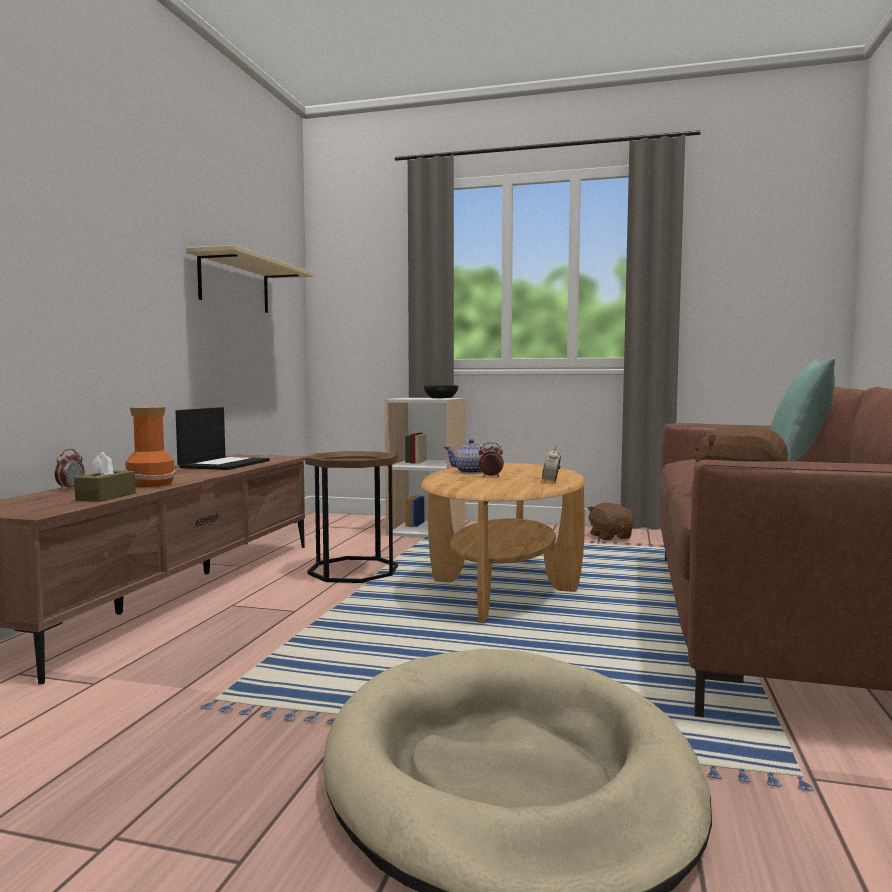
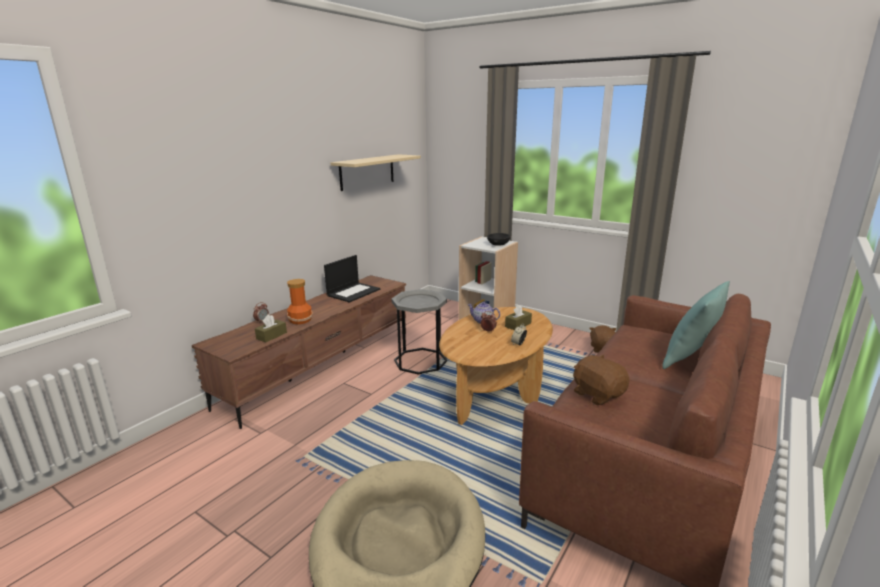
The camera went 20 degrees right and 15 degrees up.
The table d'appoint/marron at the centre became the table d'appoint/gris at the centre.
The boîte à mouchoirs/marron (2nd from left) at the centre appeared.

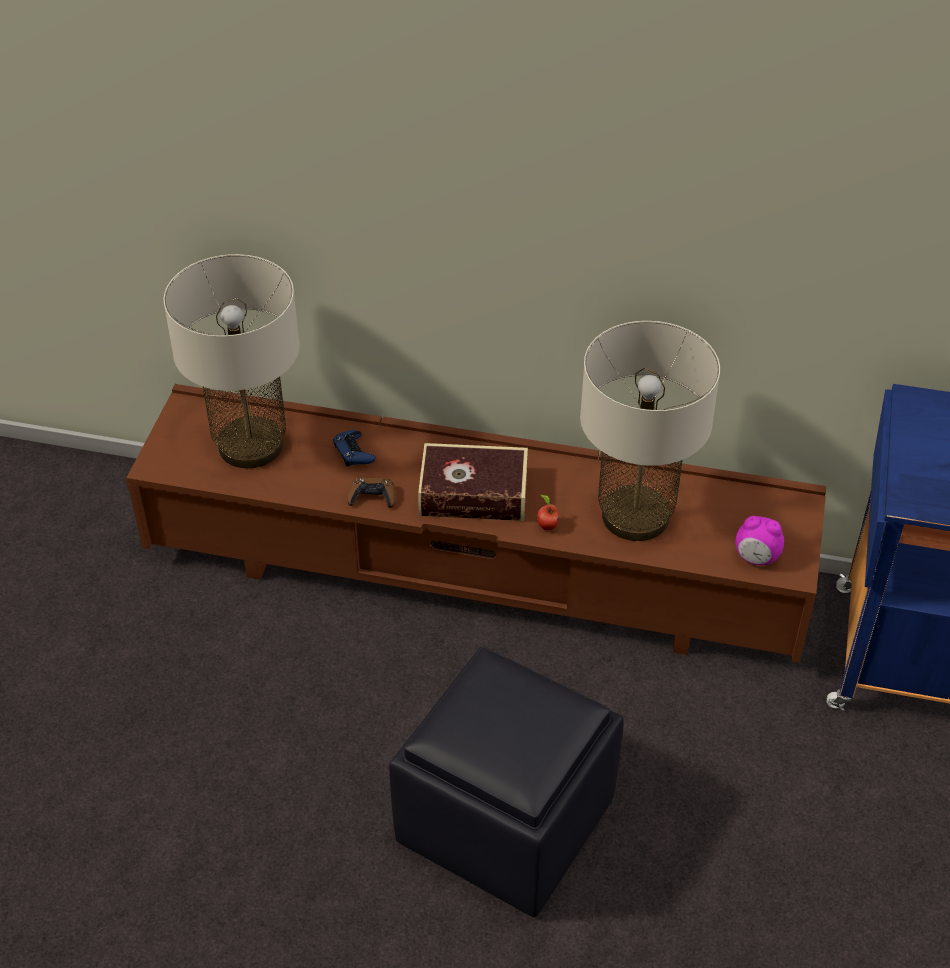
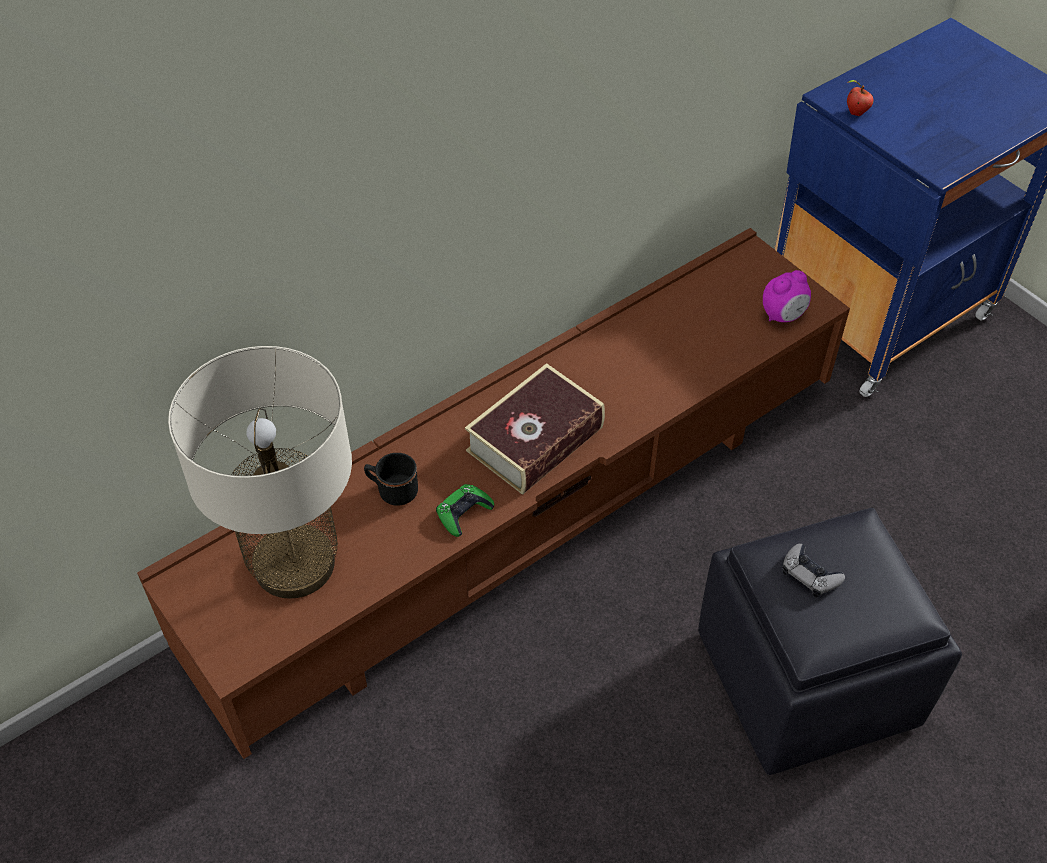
The camera went 50 degrees left and 5 degrees up.
The manette/bleu at the centre was replaced by the mug/noir at the centre.
The manette/marron at the centre became the manette/vert at the centre.
The pomme moved from the centre to the top right.
The lampe de table (2nd from left) at the middle right disappeared.
The manette/gris at the middle right appeared.

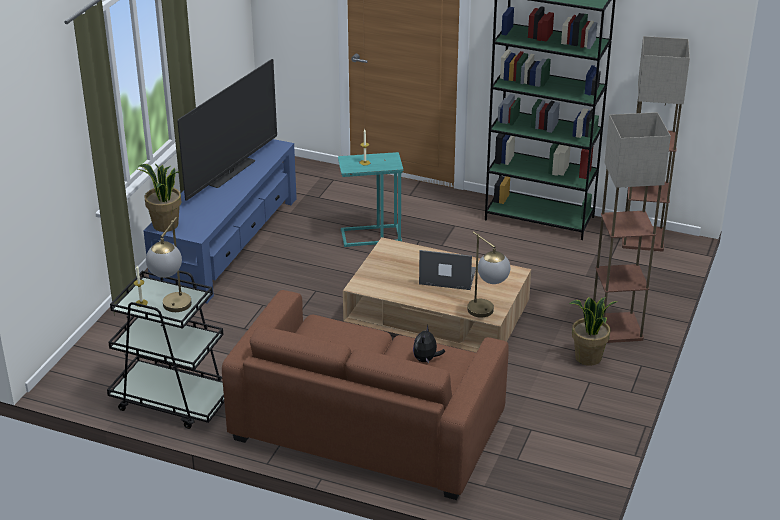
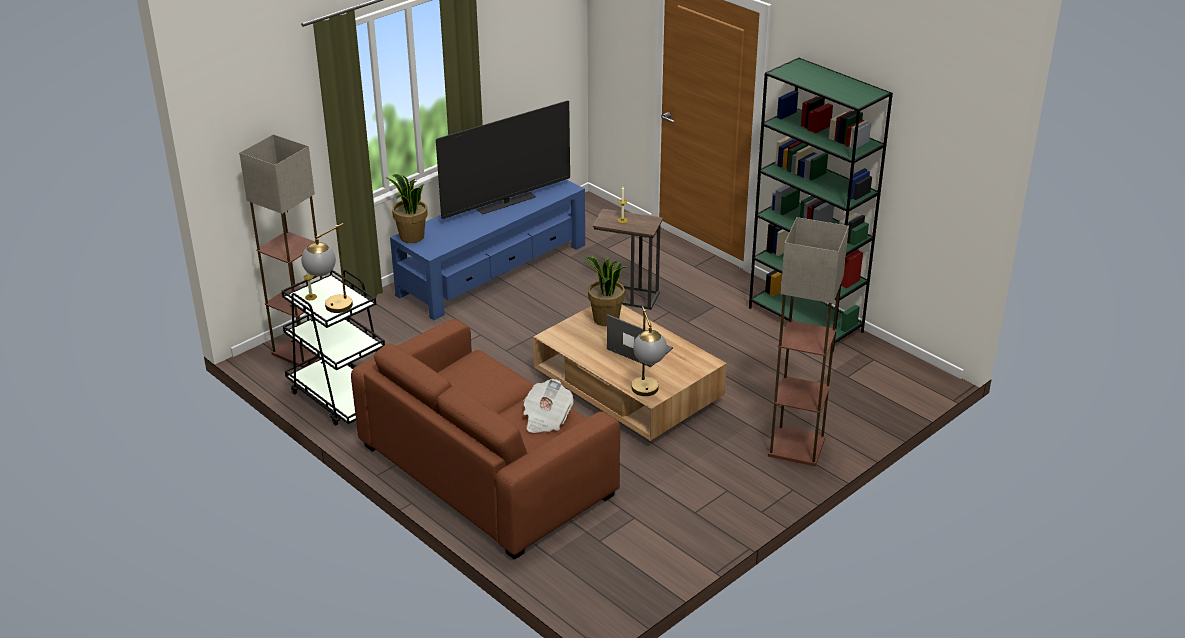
The camera went 25 degrees right and 0 degrees up.
The table d'appoint/turquoise at the centre became the table d'appoint/marron at the centre.
The peluche at the centre was replaced by the journal at the centre.
The plante en pot (2nd from left) moved from the middle right to the centre.
The lampadaire (2nd from left in the first image) moved from the top right to the middle left.

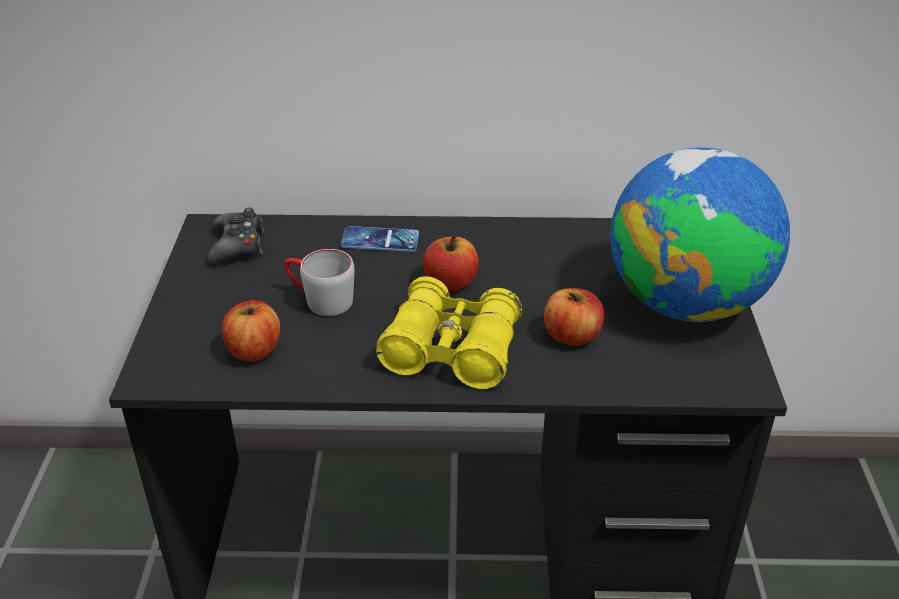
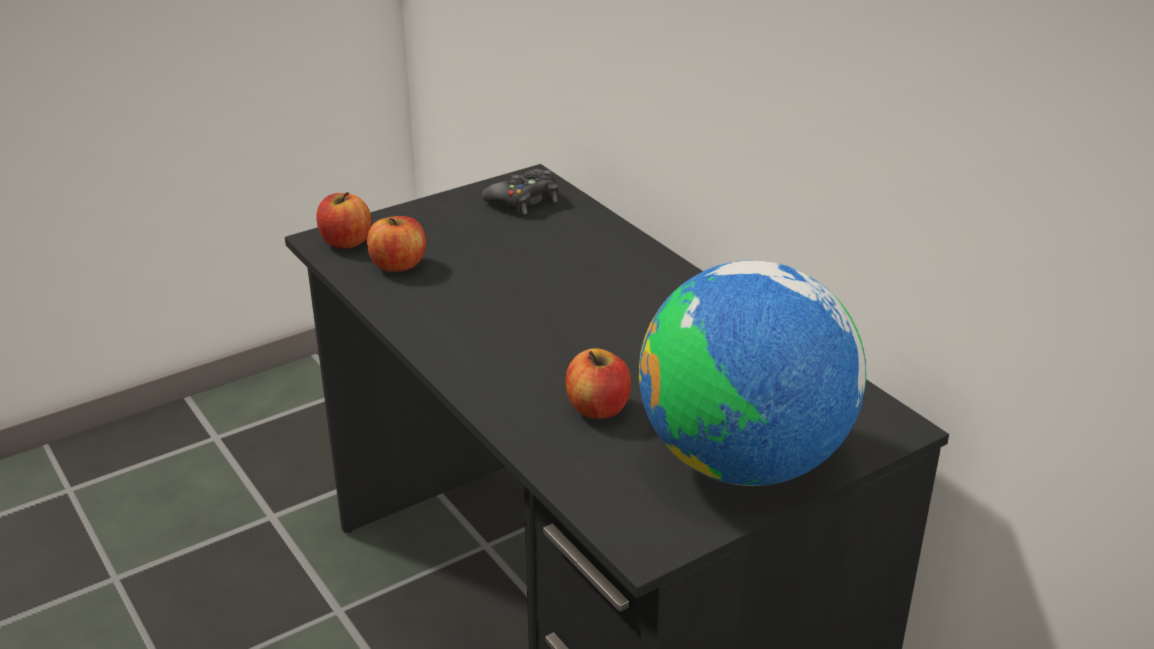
The camera went 55 degrees right and 5 degrees down.
The mug/gris at the centre disappeared.
The téléphone at the centre disappeared.
The jumelles/jaune at the centre disappeared.
The pomme (2nd from left in the first image) moved from the centre to the middle left.

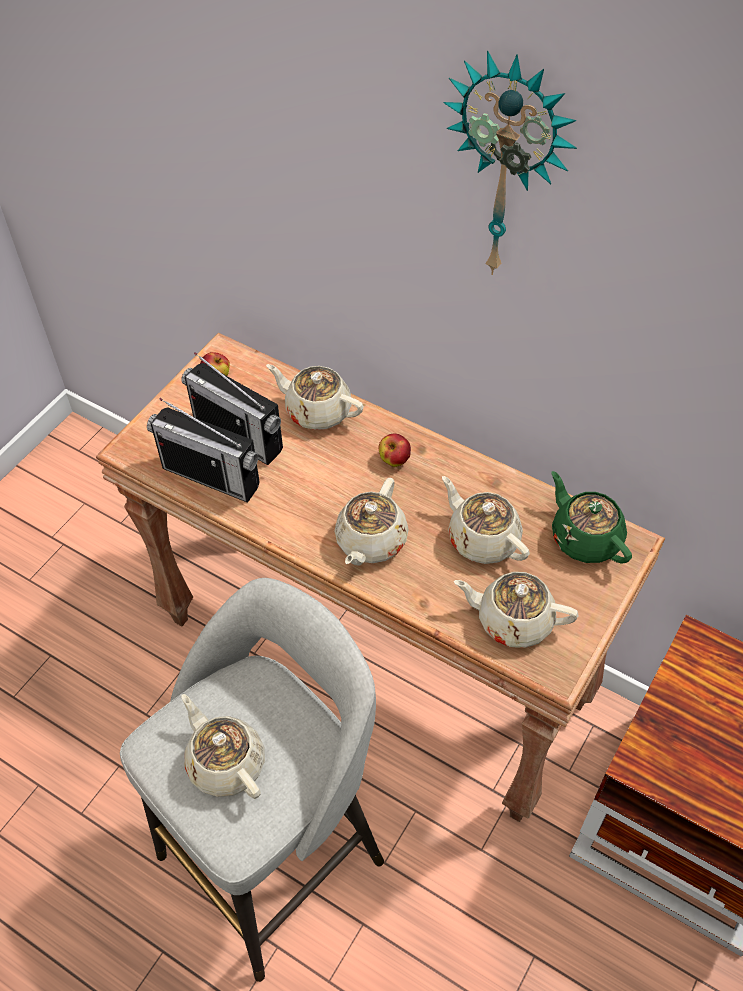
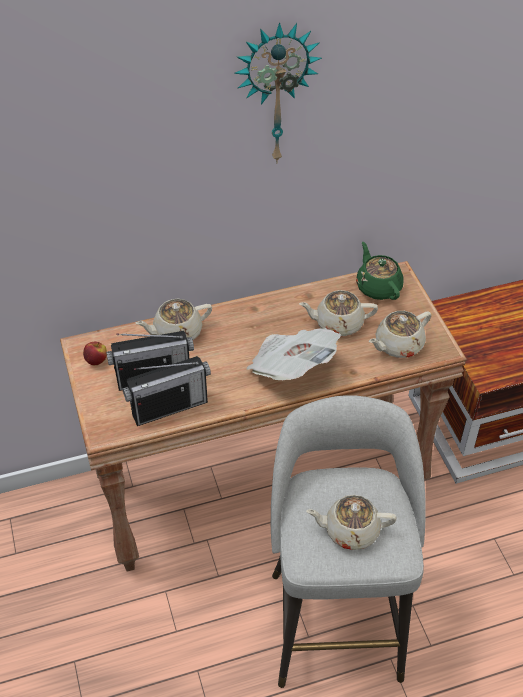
The camera went 50 degrees left and 5 degrees down.
The théière/beige (3rd from left) at the centre was replaced by the journal at the centre.
The pomme (2nd from left) at the centre disappeared.
The théière/vert at the middle right turned 60 degrees clockwise.

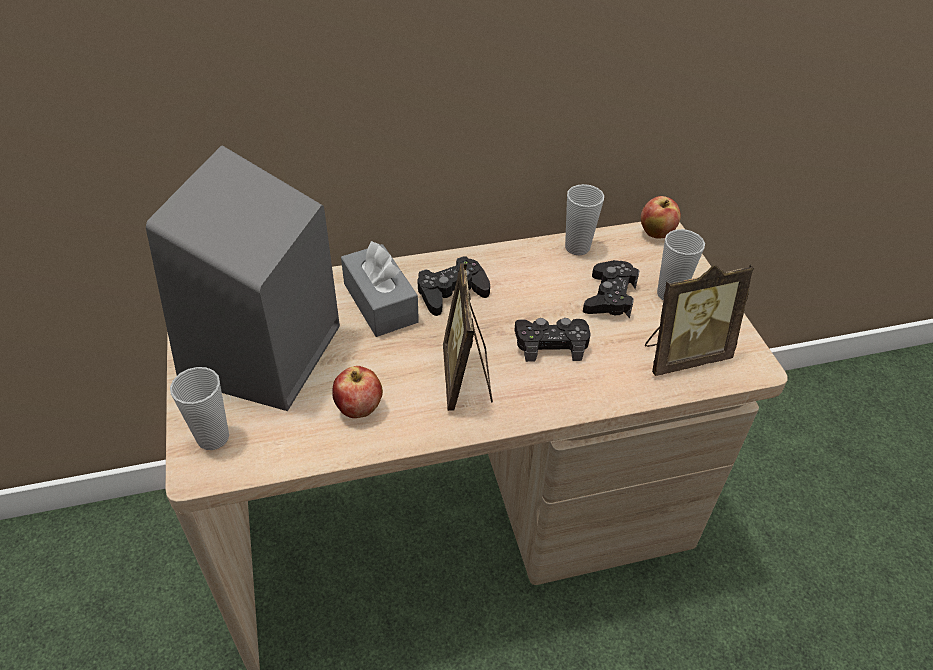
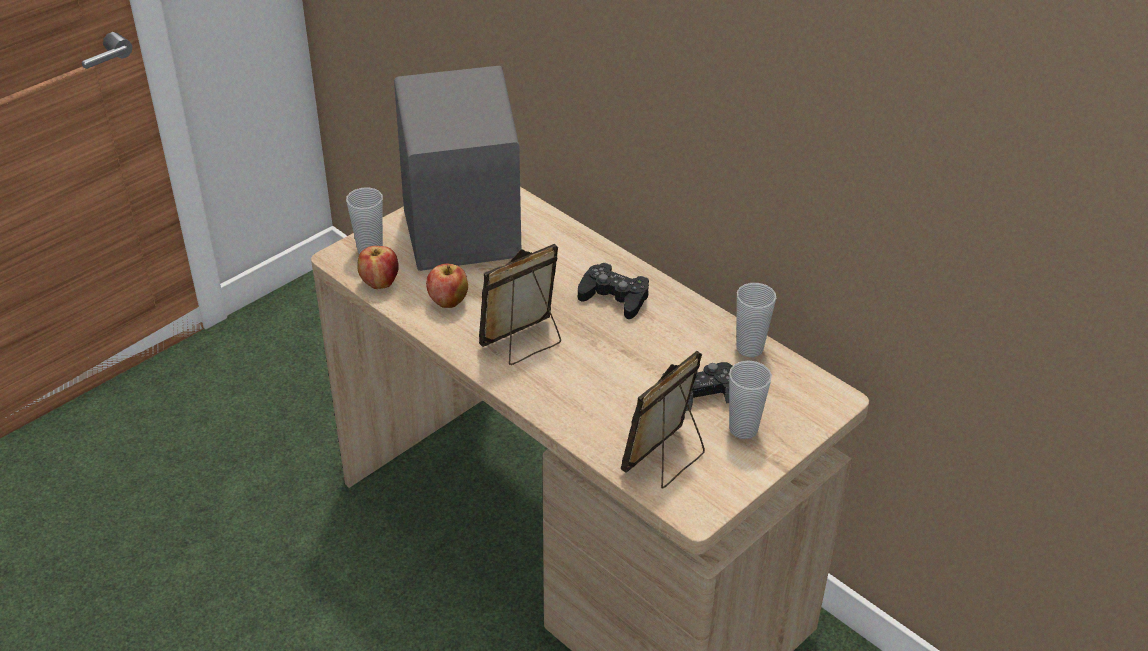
The camera went 60 degrees right and 5 degrees down.
The boîte à mouchoirs/gris at the centre disappeared.
The manette/noir (2nd from left) at the centre disappeared.
The pomme (2nd from left in the first image) moved from the top right to the middle left.
The cadre photo (2nd from left) at the middle right turned 90 degrees clockwise.

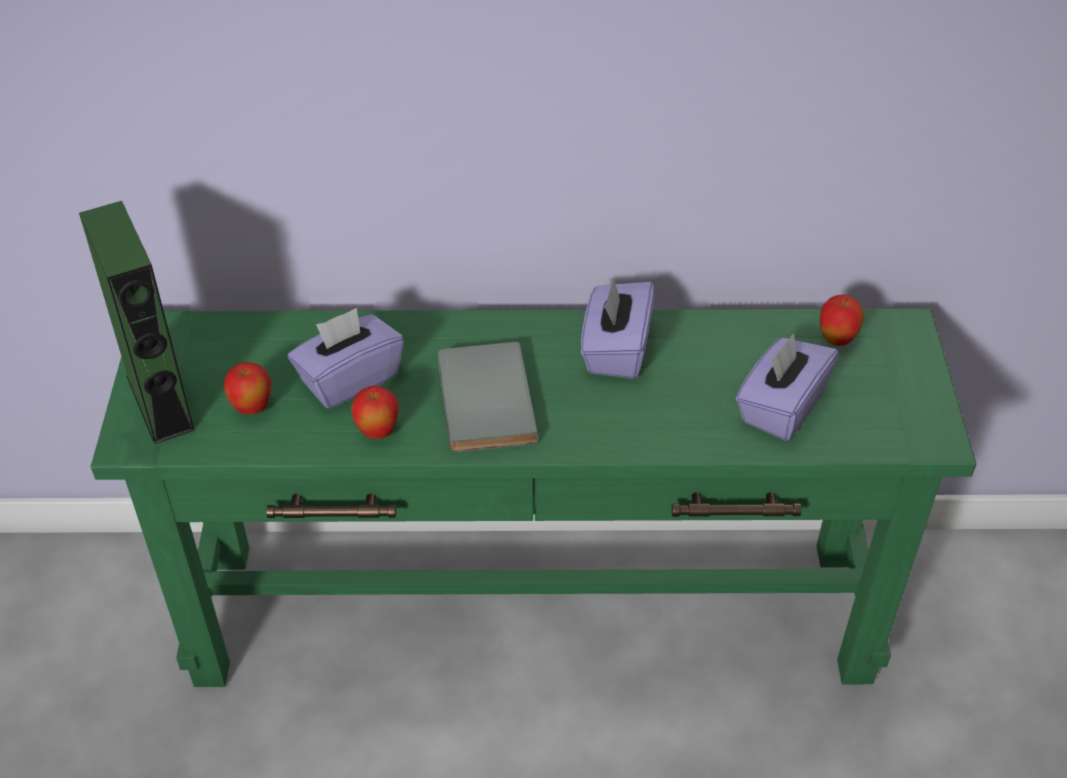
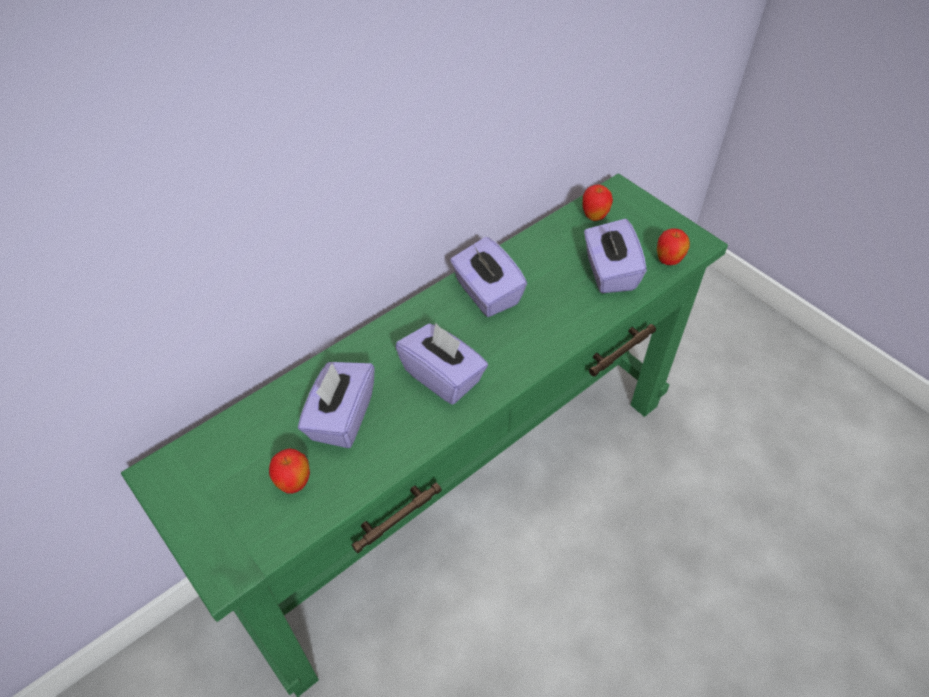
The camera went 40 degrees left and 5 degrees up.
The enceinte/vert at the middle left disappeared.
The pomme (2nd from left in the first image) moved from the centre to the middle right.
The livre/gris at the centre was replaced by the boîte à mouchoirs/violet (2nd from left) at the centre.

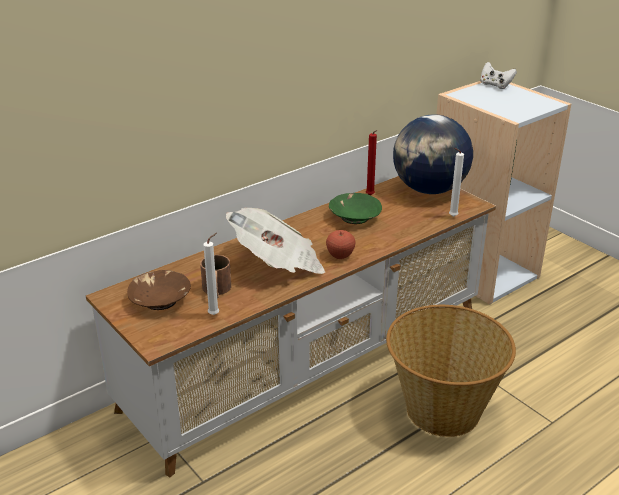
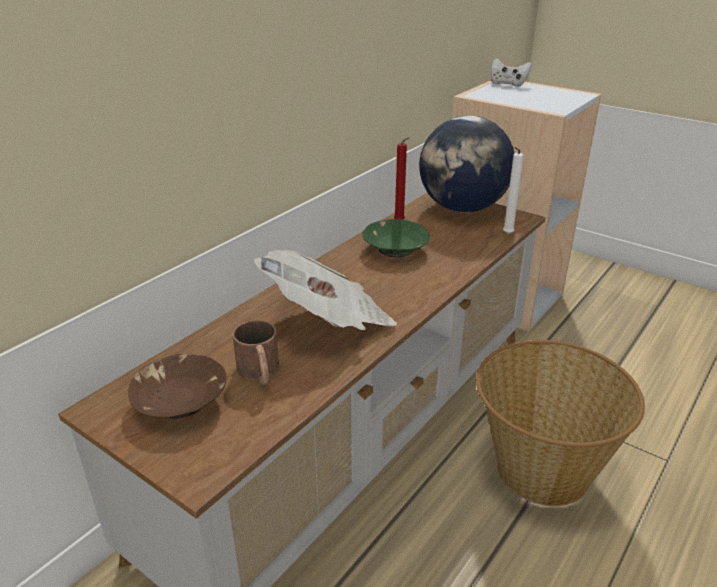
The camera went 15 degrees left and 0 degrees up.
The bougie/blanc (1st from left) at the centre disappeared.
The pomme at the centre disappeared.

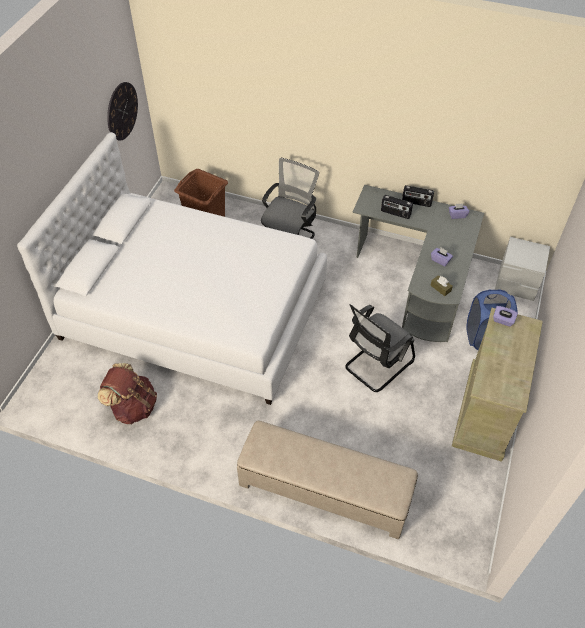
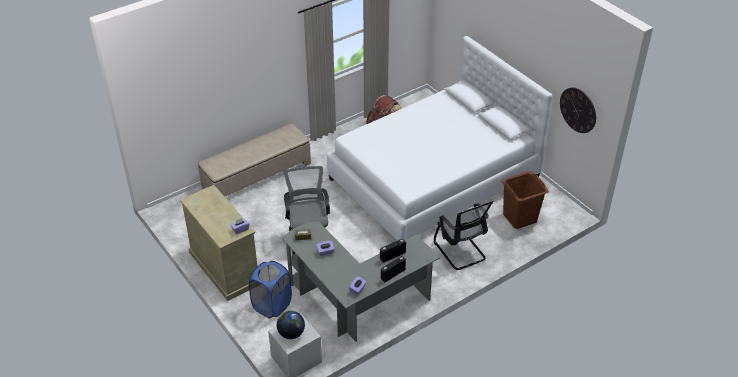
The camera went 125 degrees right and 10 degrees down.
The globe at the bottom centre appeared.

